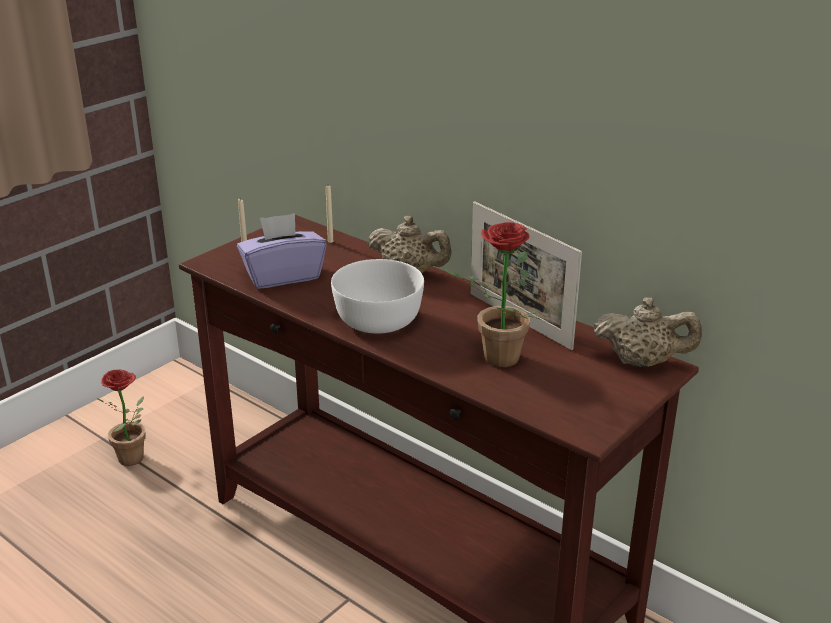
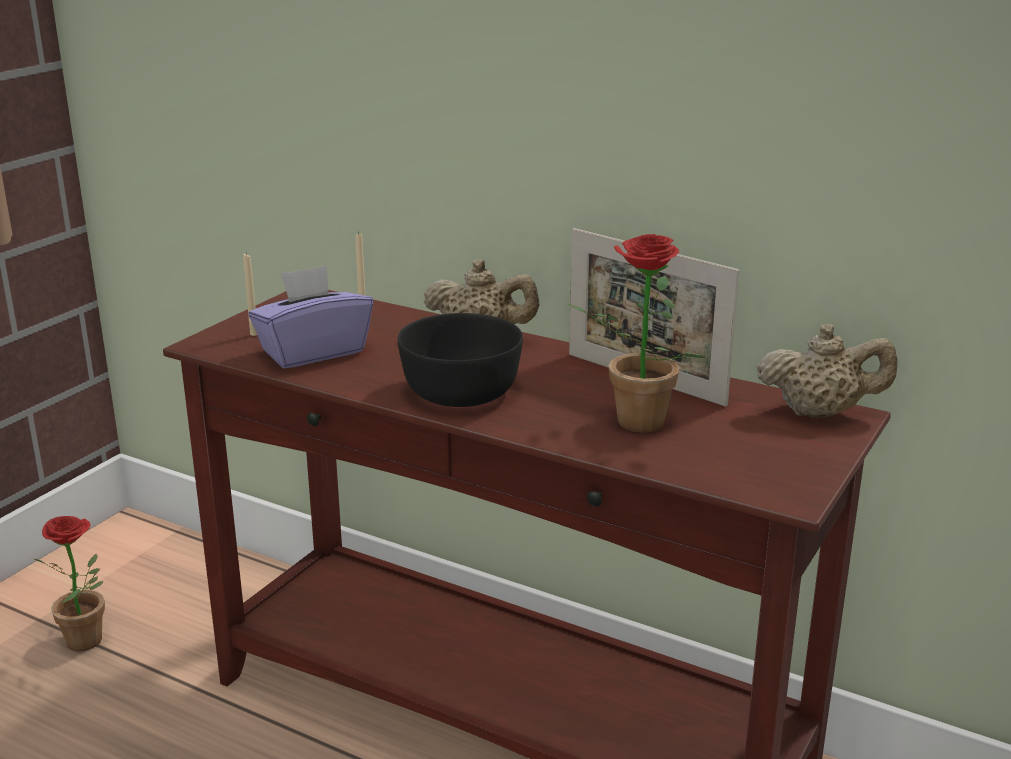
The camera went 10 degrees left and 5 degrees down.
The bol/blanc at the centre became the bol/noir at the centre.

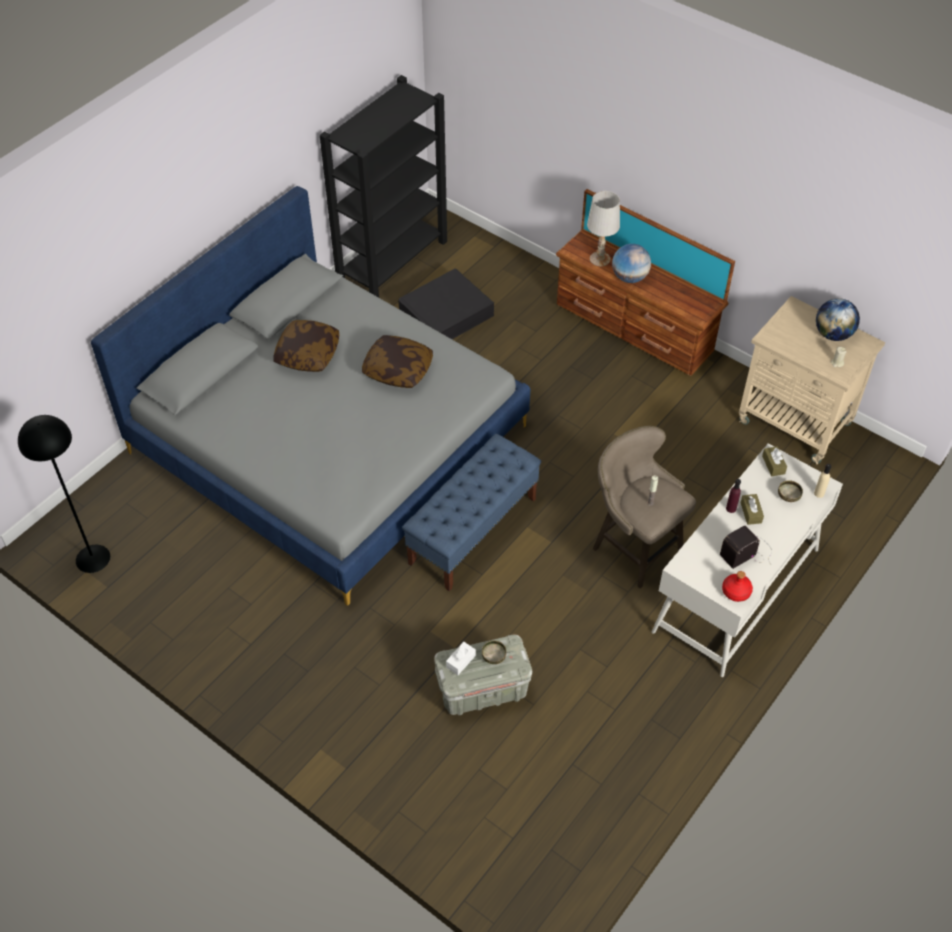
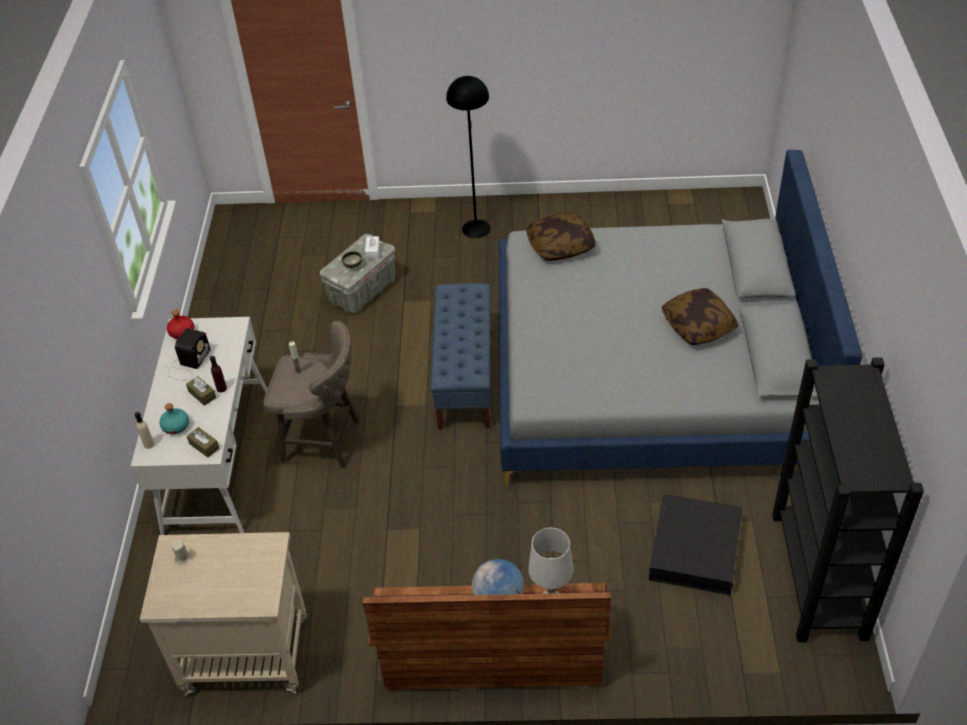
The camera went 145 degrees right and 5 degrees down.
The lampadaire/noir moved from the middle left to the top centre.
The coussin (2nd from left in the first image) moved from the centre to the top centre.
The bol (2nd from left) at the middle right was replaced by the bouteille/turquoise at the middle left.
The globe (2nd from left) at the middle right disappeared.

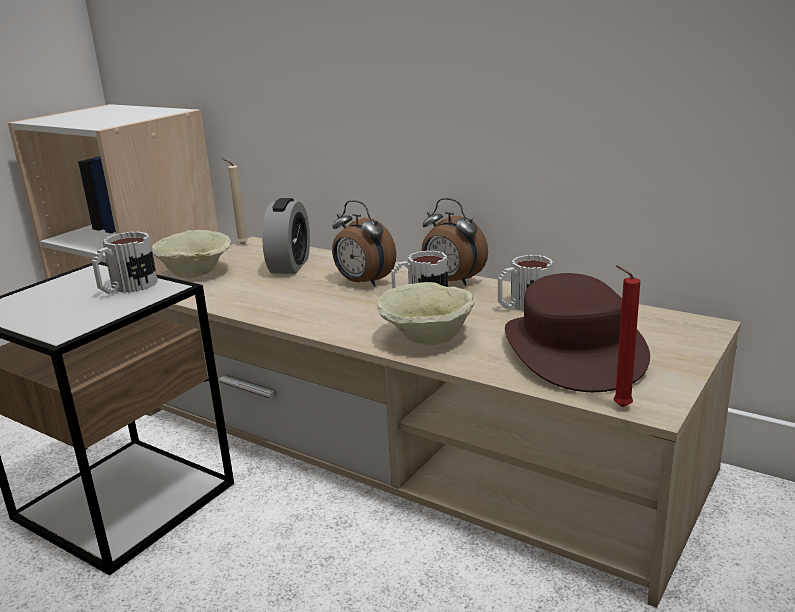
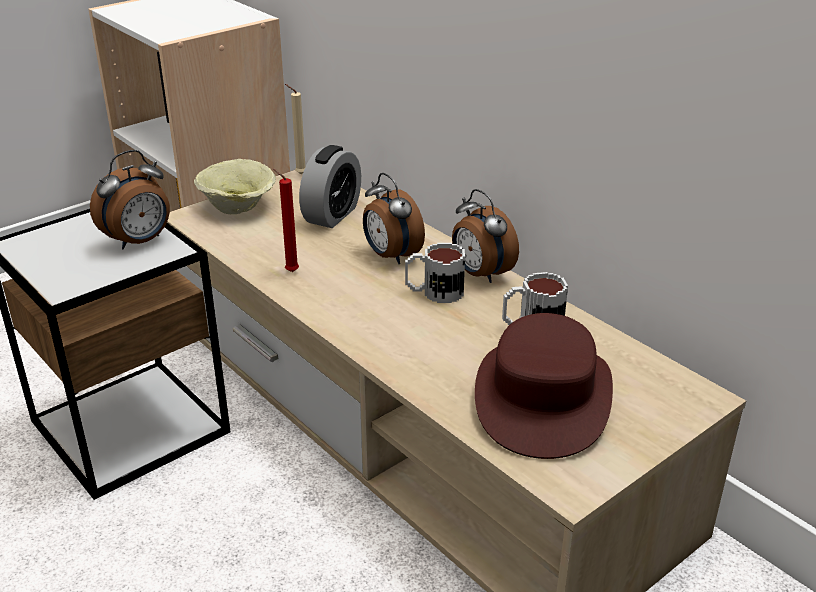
The camera went 15 degrees right and 10 degrees up.
The mug (1st from left) at the middle left was replaced by the réveil (1st from left) at the middle left.
The bol/beige (2nd from left) at the centre disappeared.
The bougie/rouge moved from the middle right to the centre.

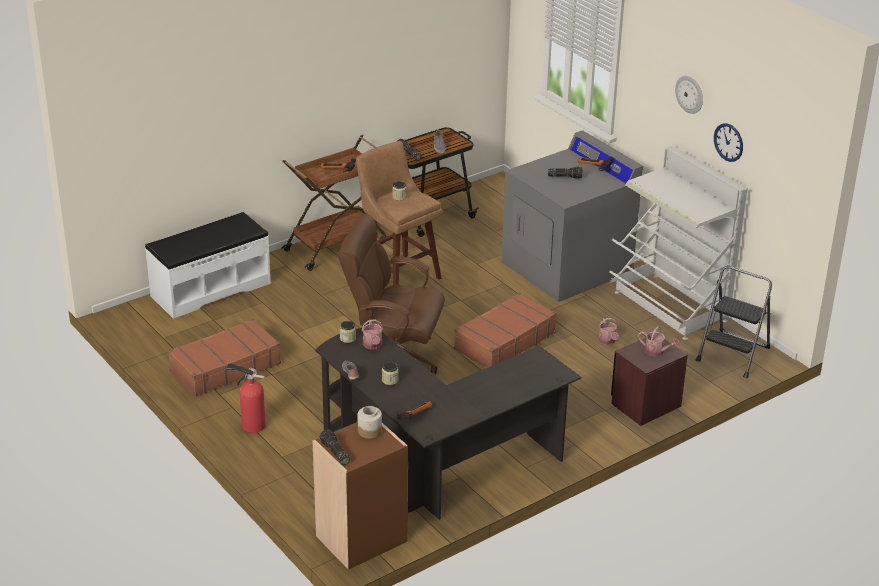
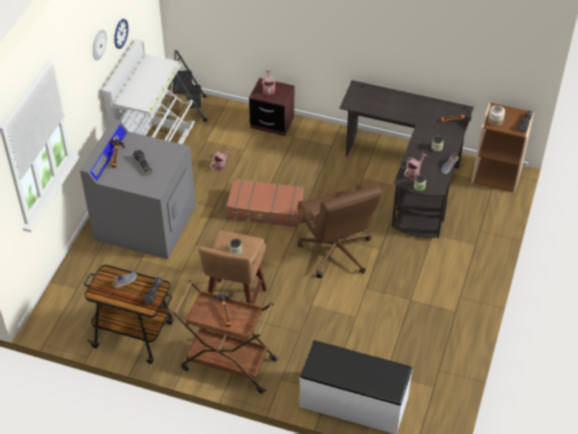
The camera went 125 degrees left and 15 degrees up.
The valise/marron (1st from left) at the middle left disappeared.
The extincteur at the bottom left disappeared.

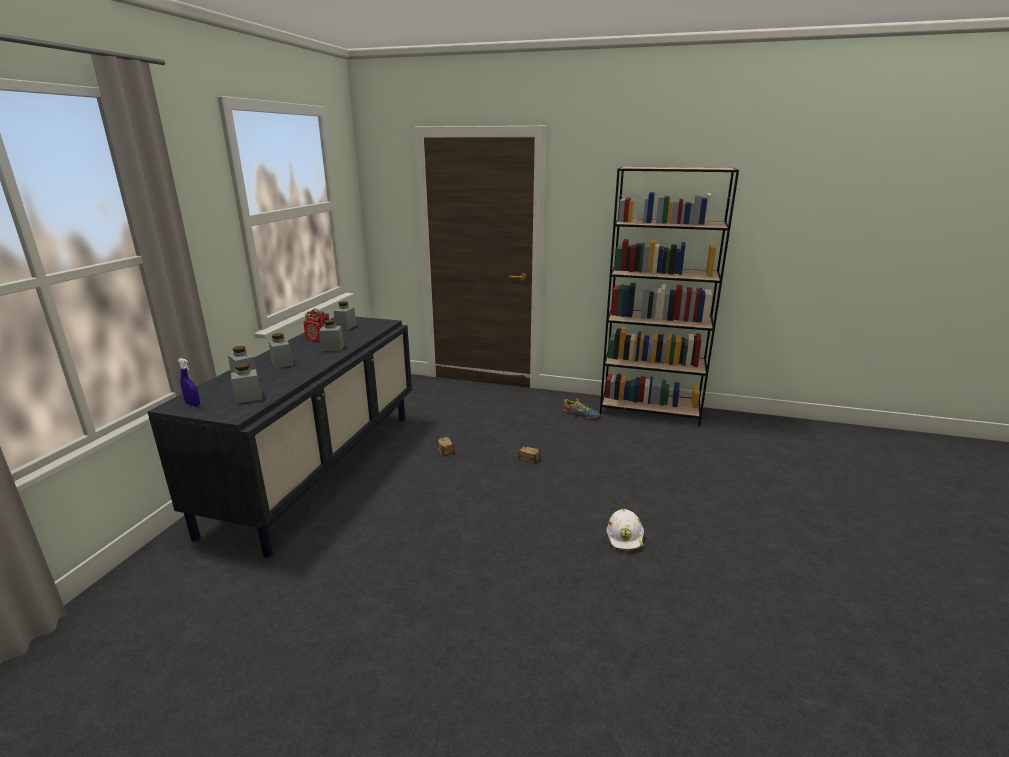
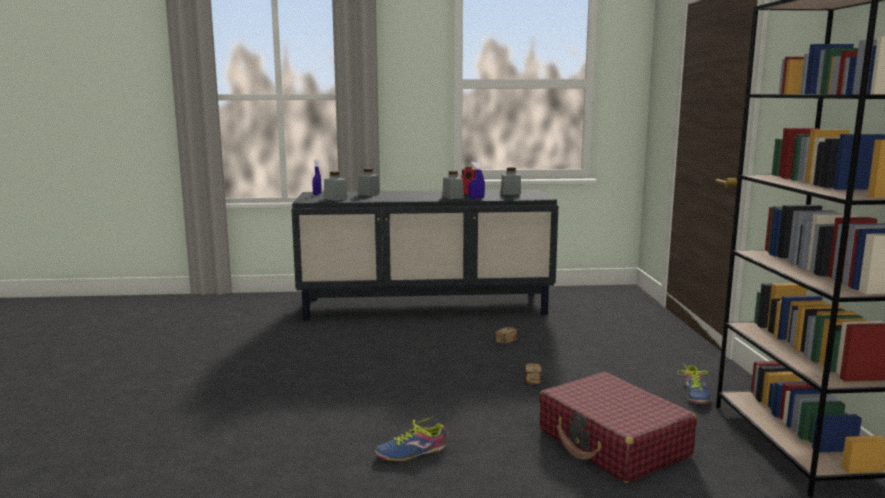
The camera went 70 degrees right and 10 degrees down.
The bocal/gris (3rd from left) at the middle left disappeared.
The casque de chantier/blanc at the bottom centre was replaced by the chaussure (1st from left) at the bottom centre.
The vaporisateur/bleu (2nd from left) at the centre appeared.
The valise/rouge at the bottom right appeared.

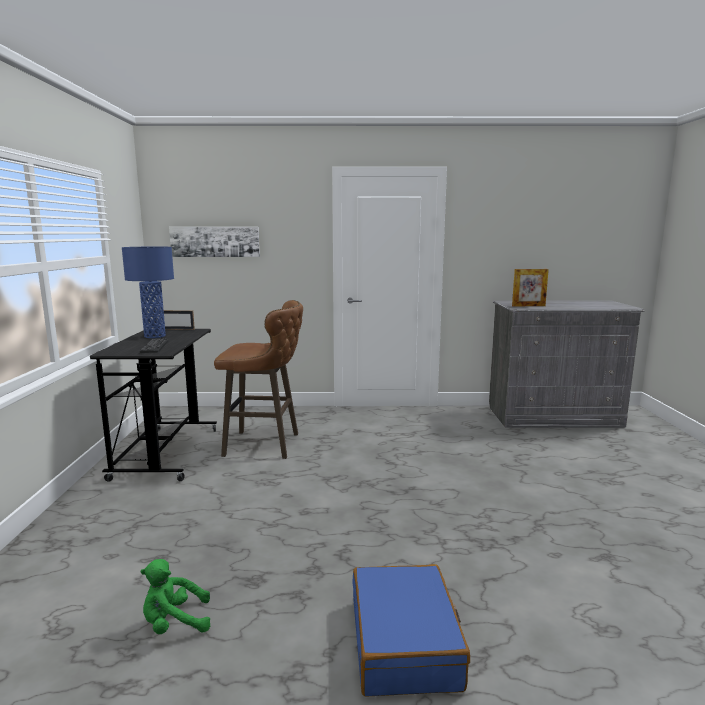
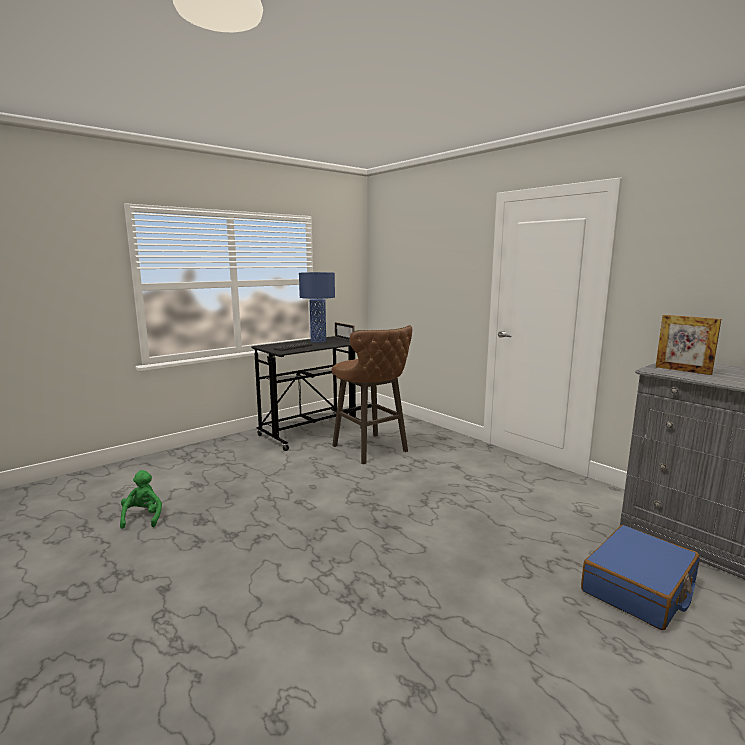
The camera went 50 degrees right and 0 degrees up.
The peluche/vert at the bottom left turned 45 degrees clockwise.
The tableau at the middle left disappeared.
The valise/bleu moved from the bottom centre to the bottom right.

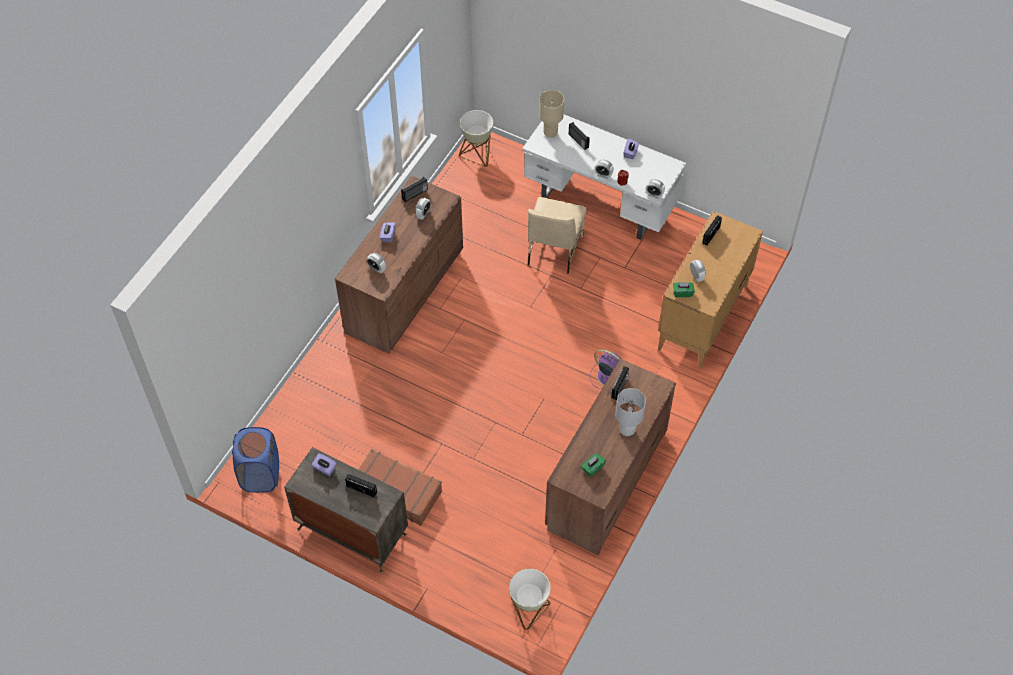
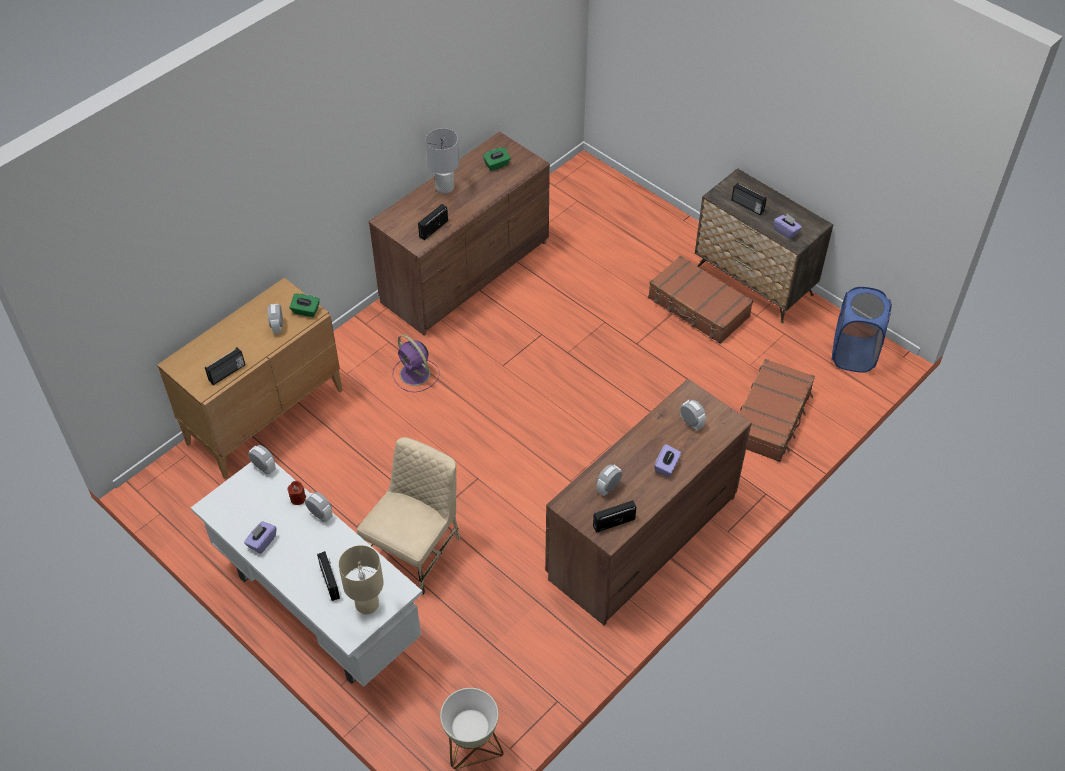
The camera went 165 degrees left and 5 degrees down.
The cache-pot (2nd from left) at the bottom centre disappeared.
The valise/marron (2nd from left) at the middle right appeared.

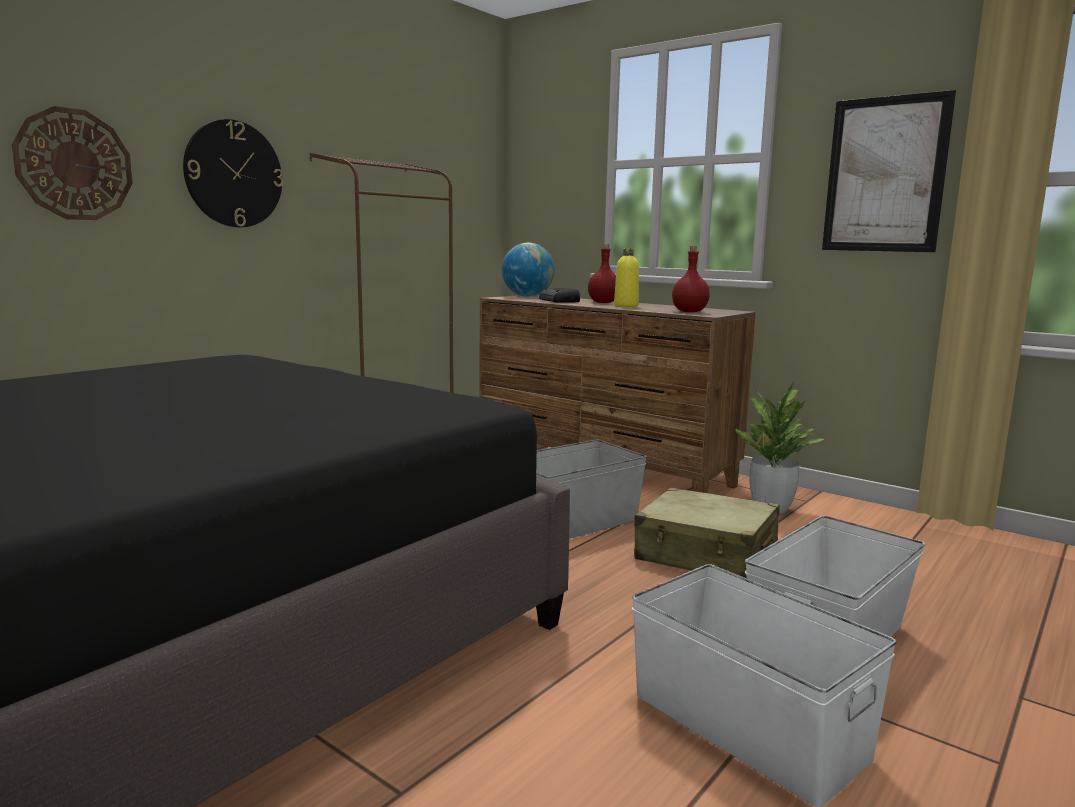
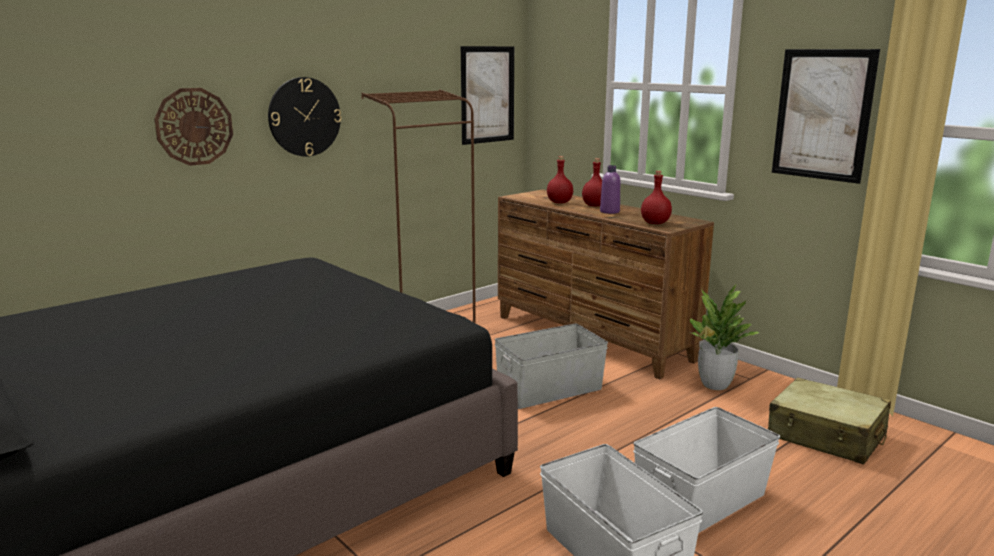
The camera went 10 degrees right and 5 degrees up.
The globe at the centre disappeared.
The radio at the centre was replaced by the bouteille/rouge (1st from left) at the top centre.
The bouteille/jaune at the centre became the bouteille/violet at the centre.
The valise/beige moved from the centre to the bottom right.
The tableau (1st from left) at the top centre appeared.

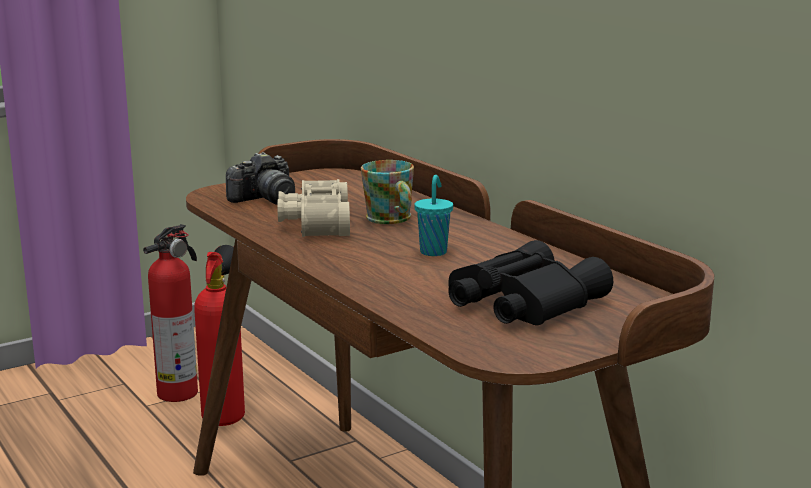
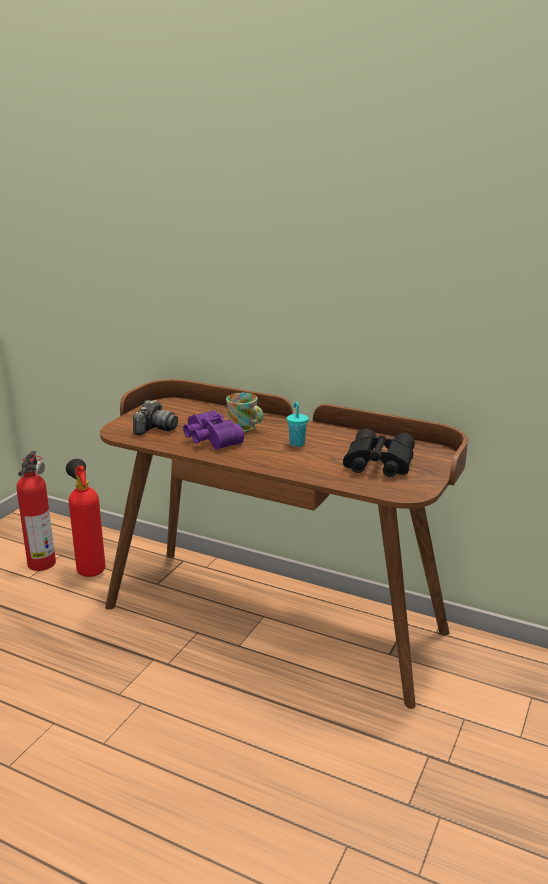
The camera went 30 degrees left and 5 degrees up.
The jumelles/beige at the centre became the jumelles/violet at the centre.

